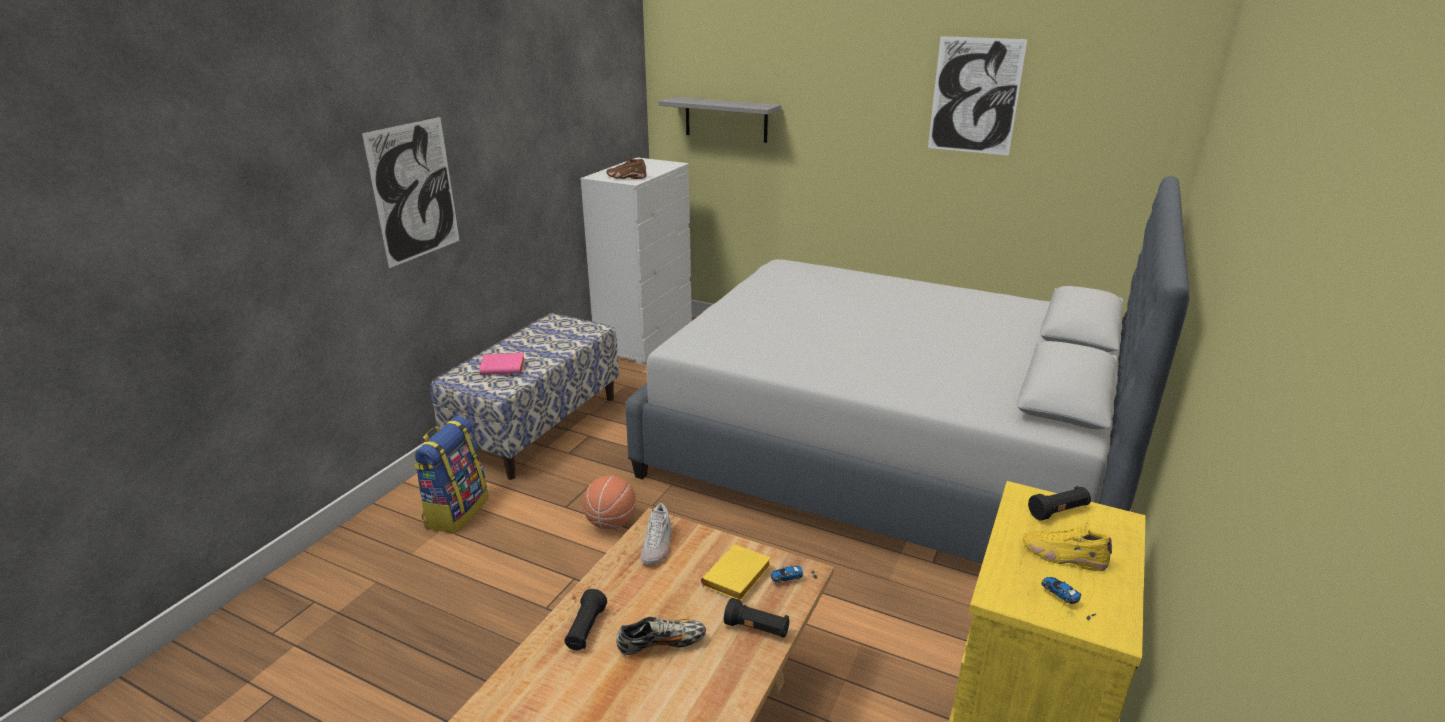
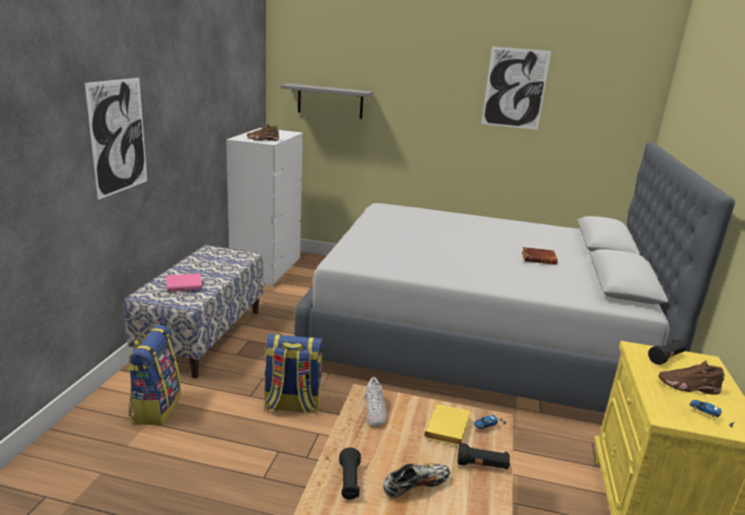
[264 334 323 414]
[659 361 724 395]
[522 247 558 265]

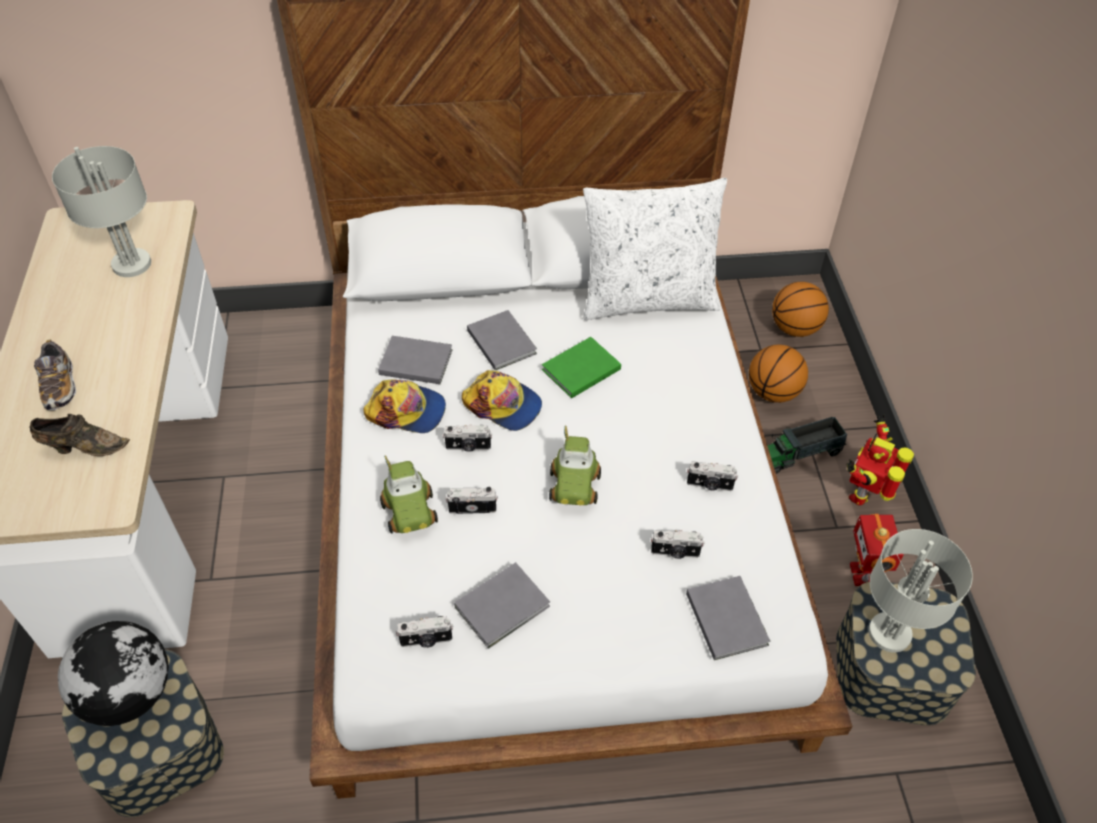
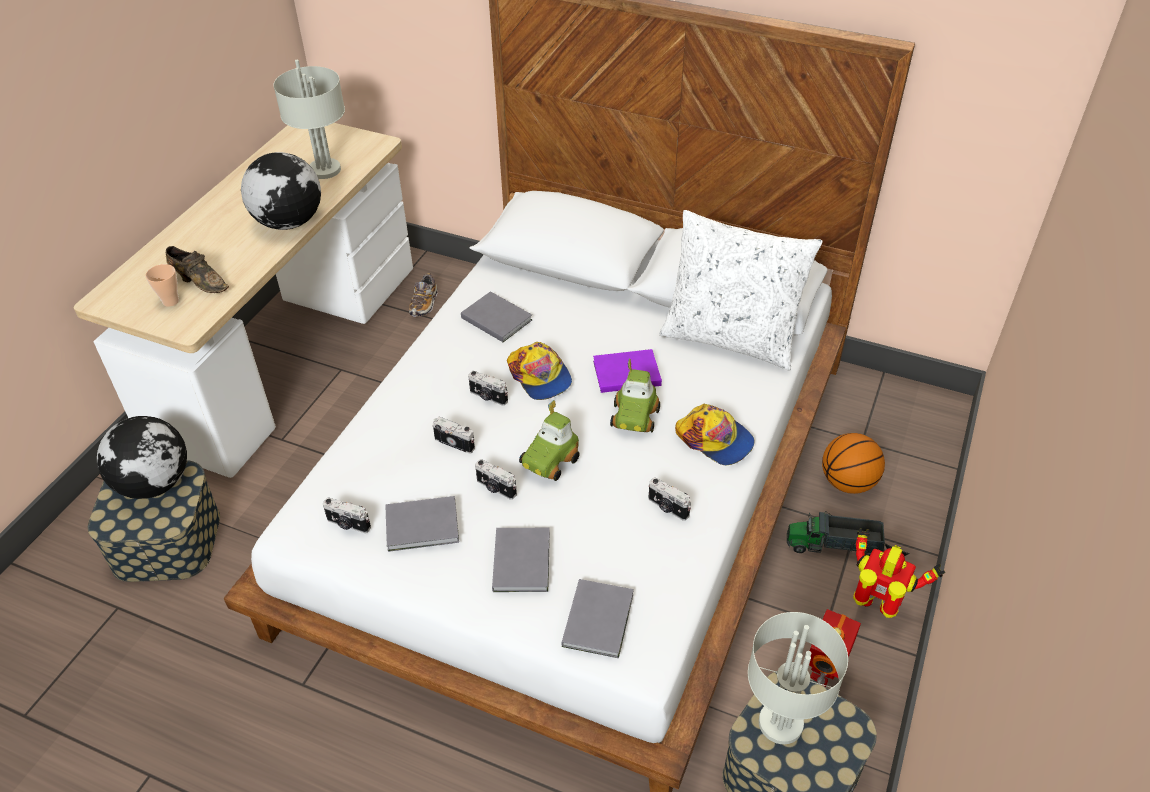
[409 273 438 317]
[675 404 755 465]
[610 359 660 433]
[492 528 550 592]
[593 349 662 393]
[475 459 517 500]
[772 282 829 337] (first image)
[853 528 945 618]
[145 264 179 307]
[241 152 321 230]

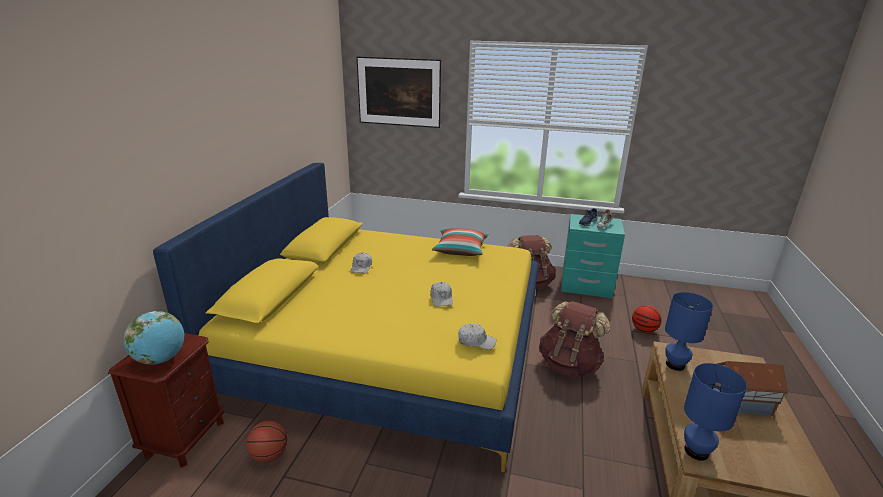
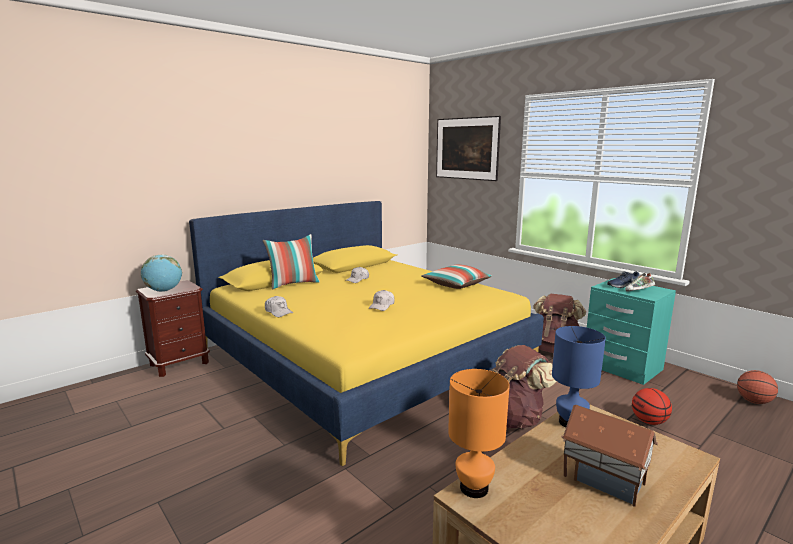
[737 370 778 404]
[265 296 293 317]
[448 369 510 498]
[263 234 320 290]

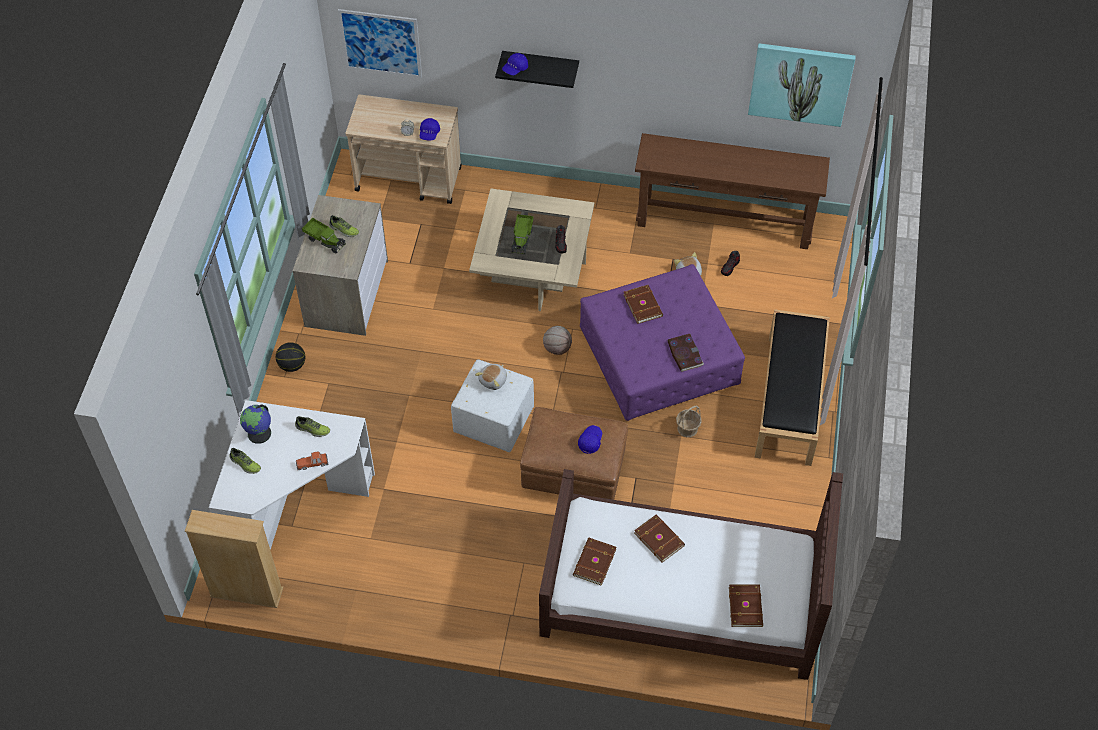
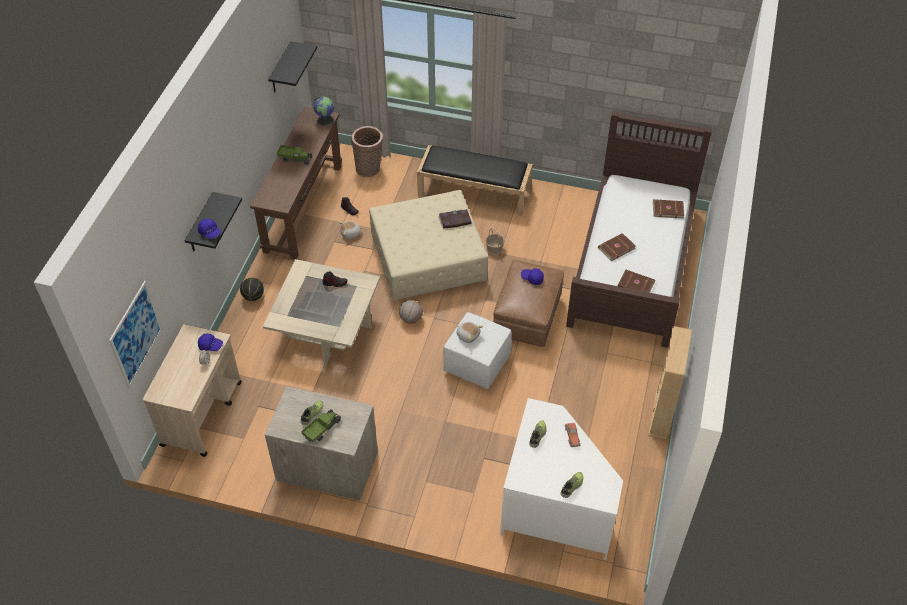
[648 326 692 440]
[314 97 334 126]
[240 278 264 301]
[277 145 313 165]
[369 190 489 301]
[623 285 663 324] (first image)
[268 41 317 92]
[352 126 383 177]

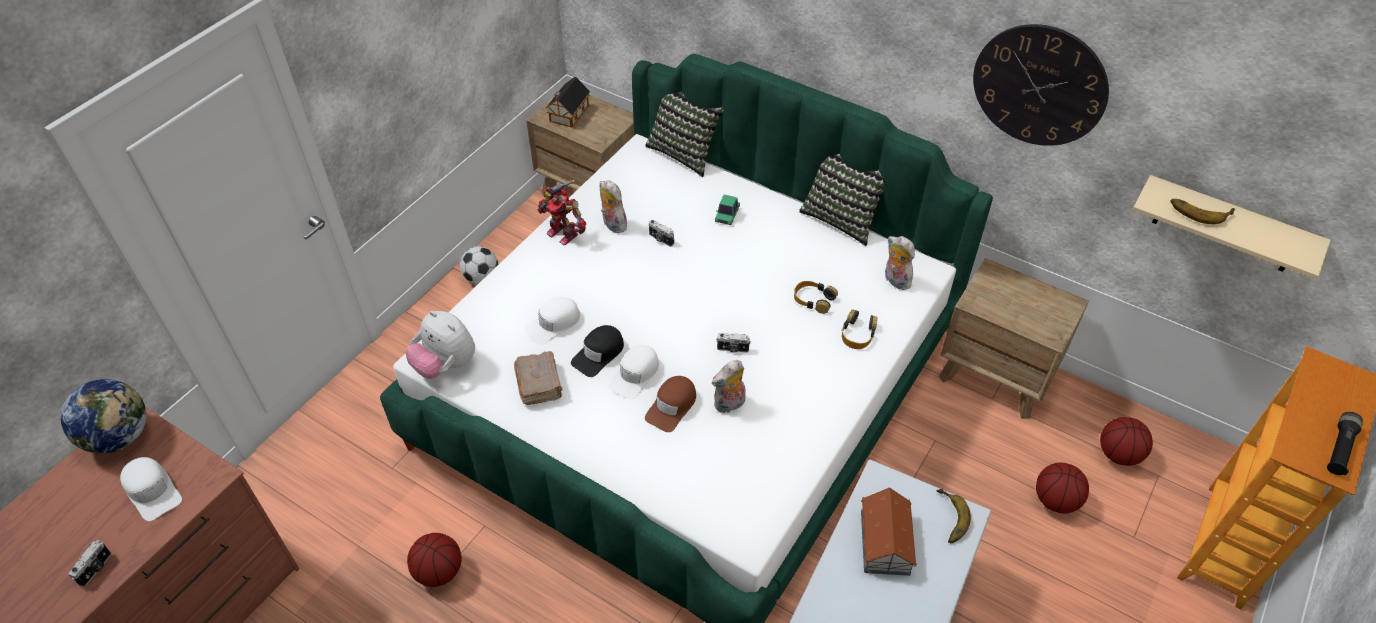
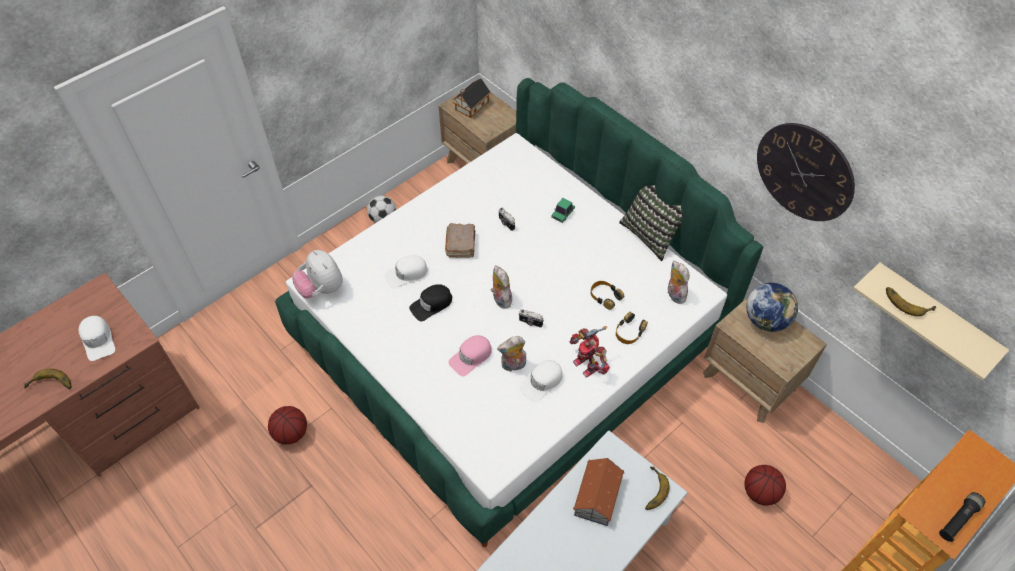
[746 283 798 332]
[24 369 72 390]
[445 223 475 258]
[569 326 610 377]
[491 265 512 308]
[519 360 562 403]
[645 92 723 177] (first image)
[448 335 492 376]
[1100 417 1153 466] (first image)

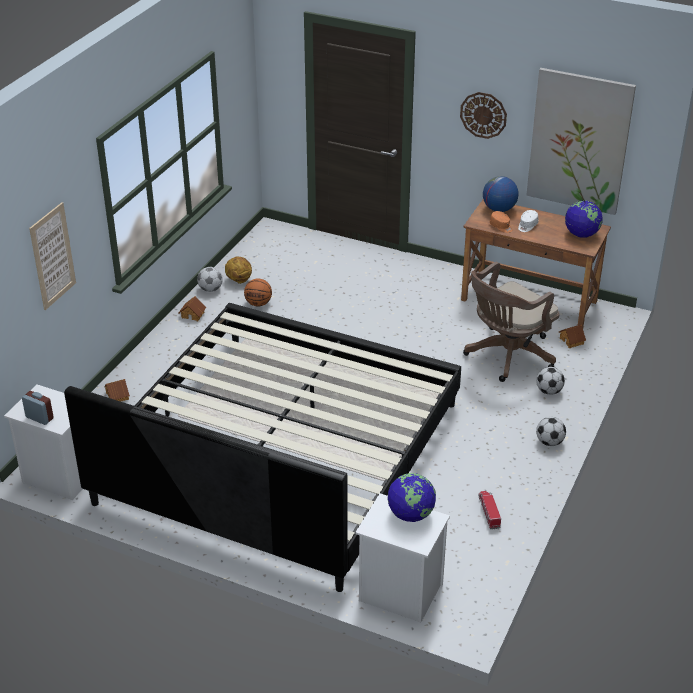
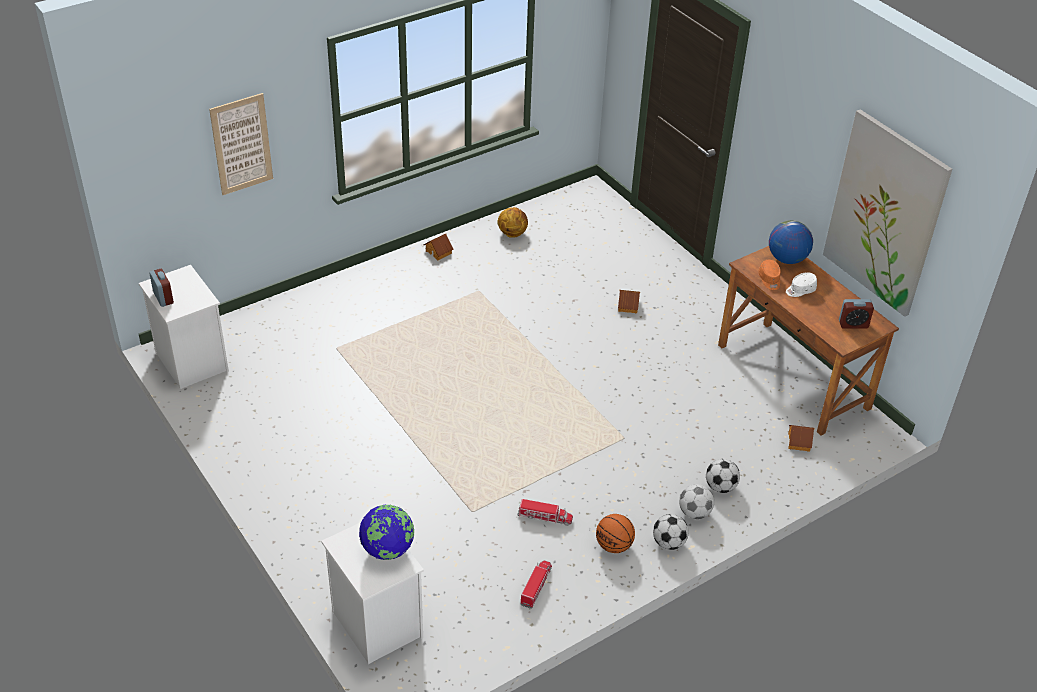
[64 303 461 592] (first image)
[618 290 640 313]
[679 484 714 519]
[596 514 635 553]
[460 92 507 139] (first image)
[463 262 560 382] (first image)
[839 299 874 329]
[517 499 573 526]

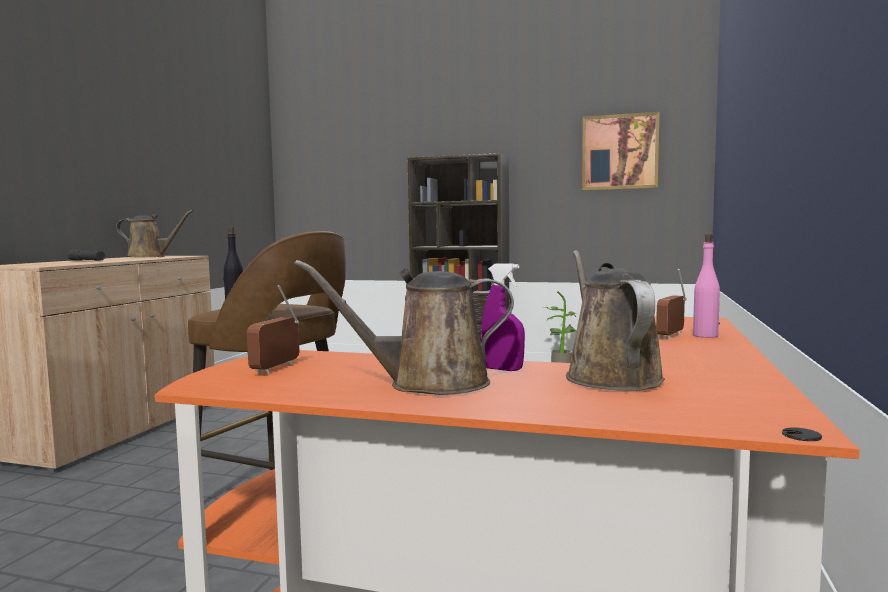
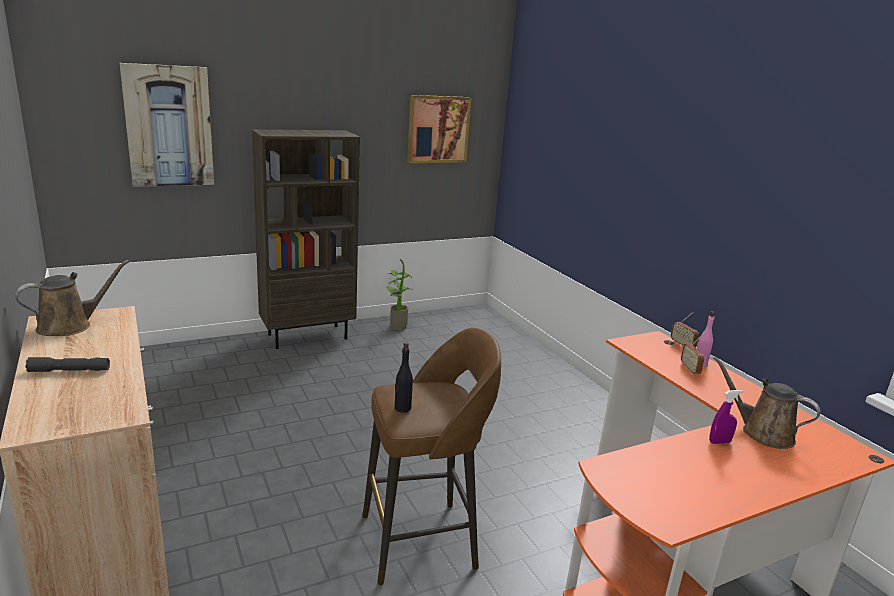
[671 312 699 348]
[294 260 514 395] (first image)
[120 63 214 187]

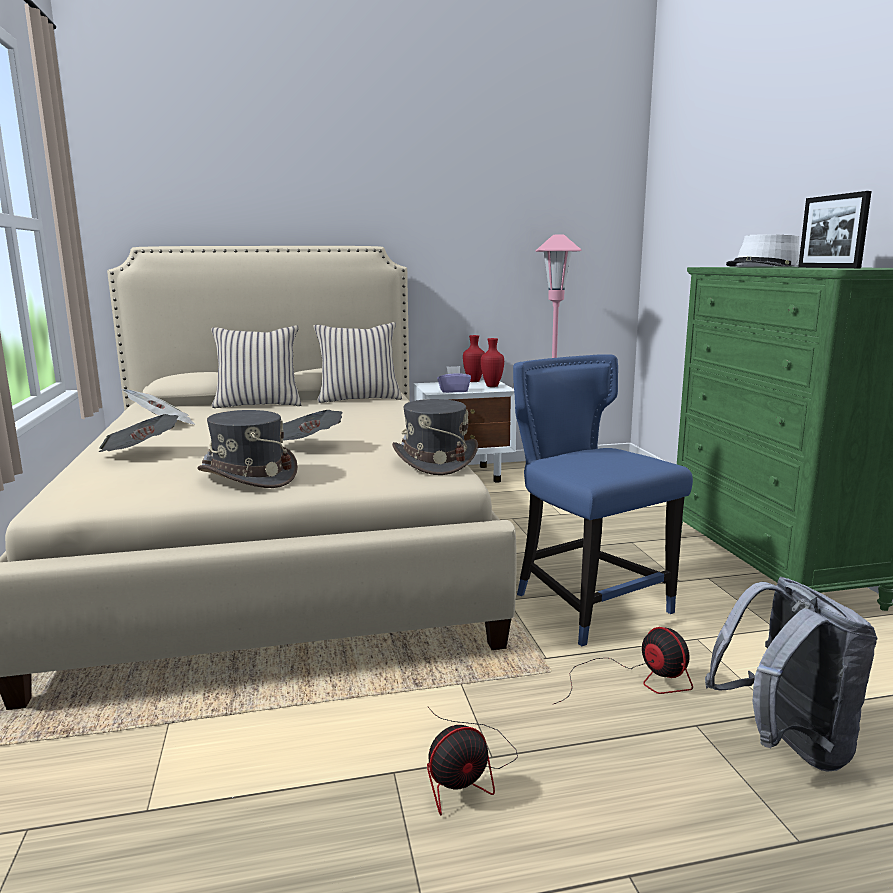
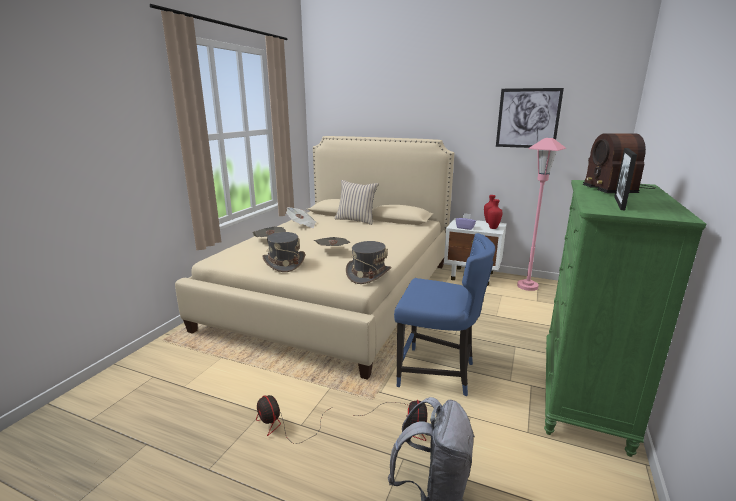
[314 322 402 403] (first image)
[256 395 333 444]
[394 233 495 397]
[583 133 656 193]
[496 88 564 148]

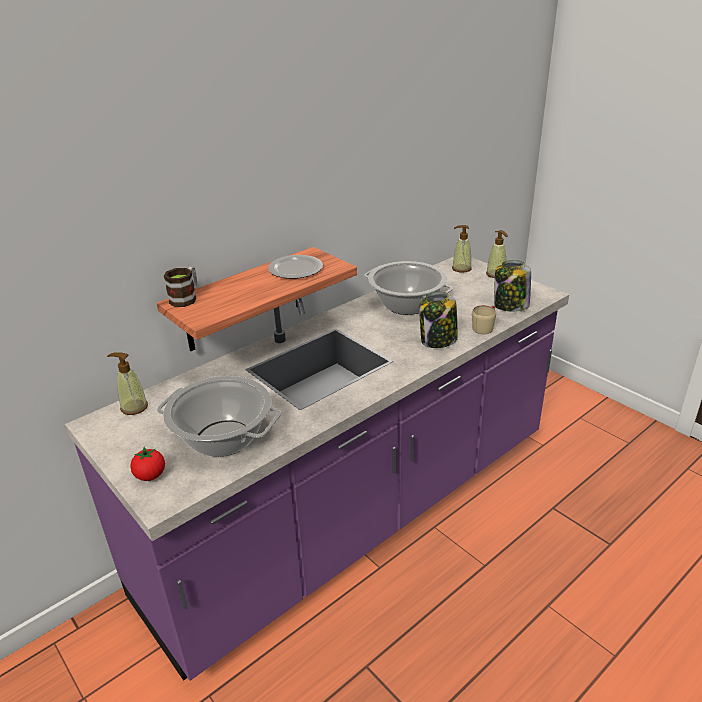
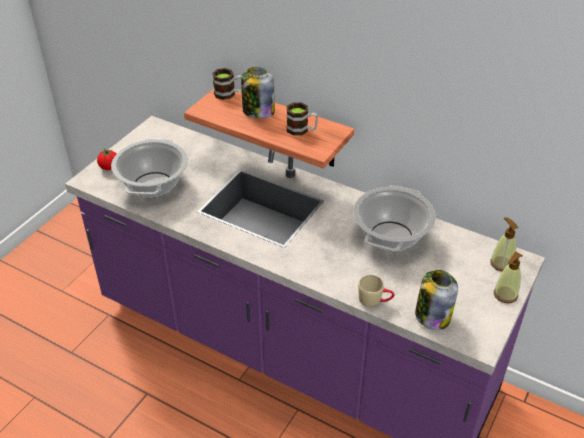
[107 352 148 415] (first image)
[287 102 318 135]
[241 67 275 119]

